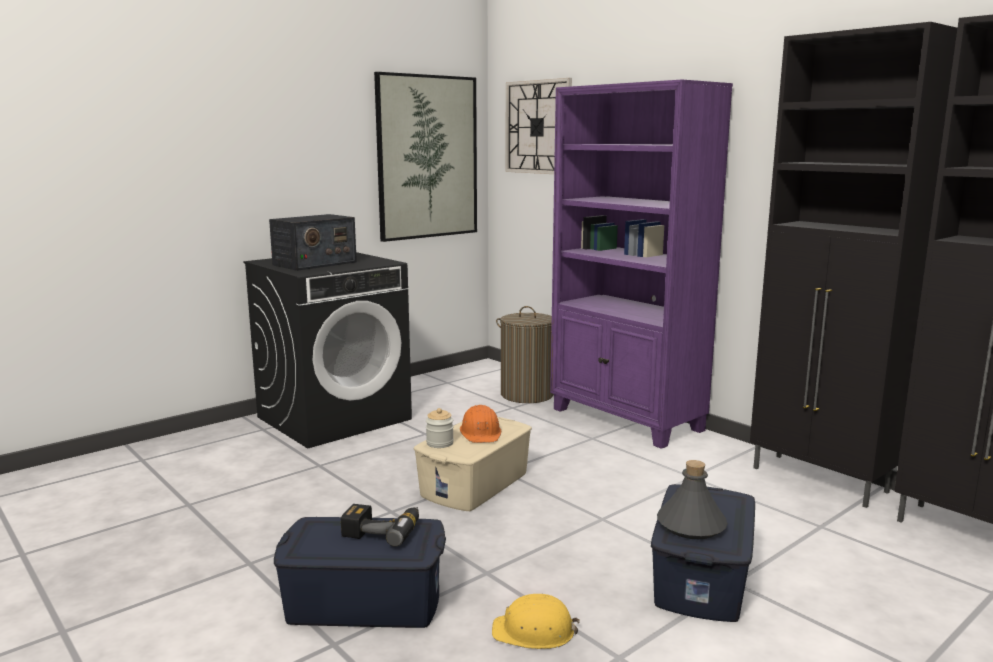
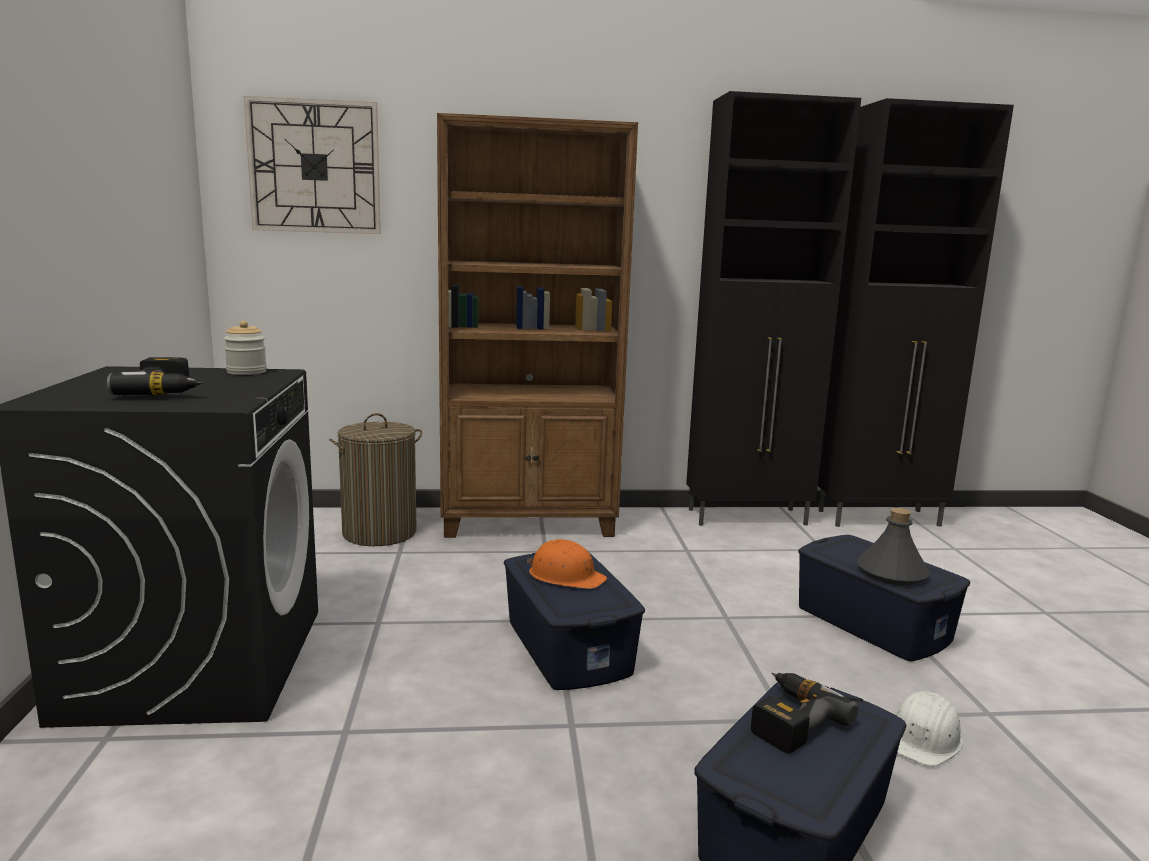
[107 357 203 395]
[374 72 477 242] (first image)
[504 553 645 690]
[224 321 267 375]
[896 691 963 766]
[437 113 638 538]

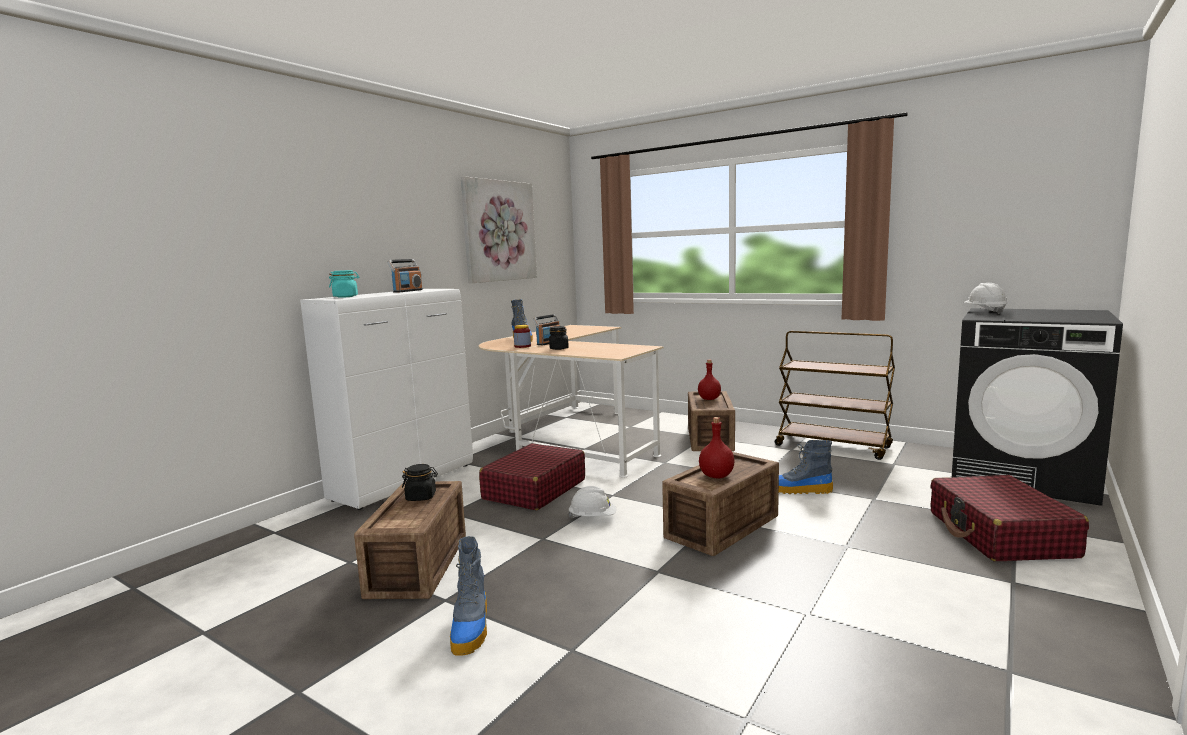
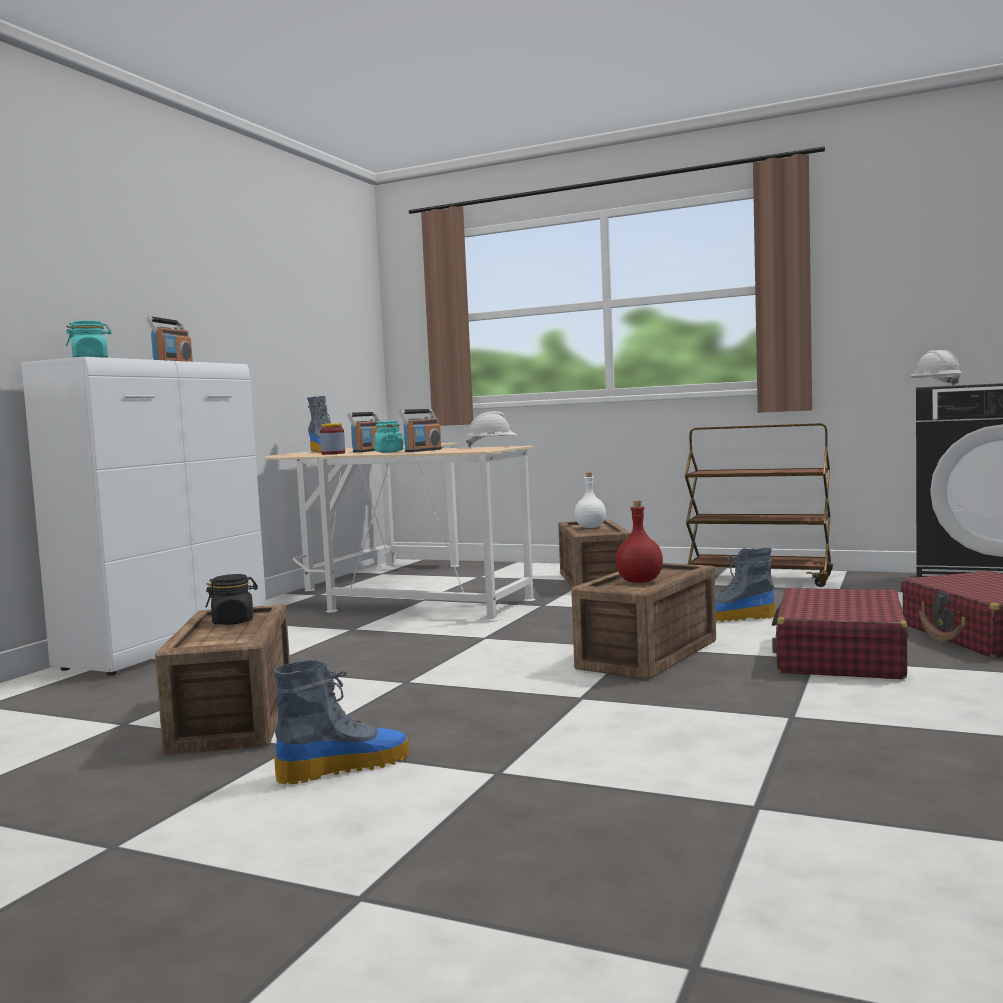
[274 660 409 784]
[461 176 537 283] (first image)
[772 588 908 679]
[374 421 403 453]
[466 411 518 447]
[574 473 606 528]
[399 409 442 452]

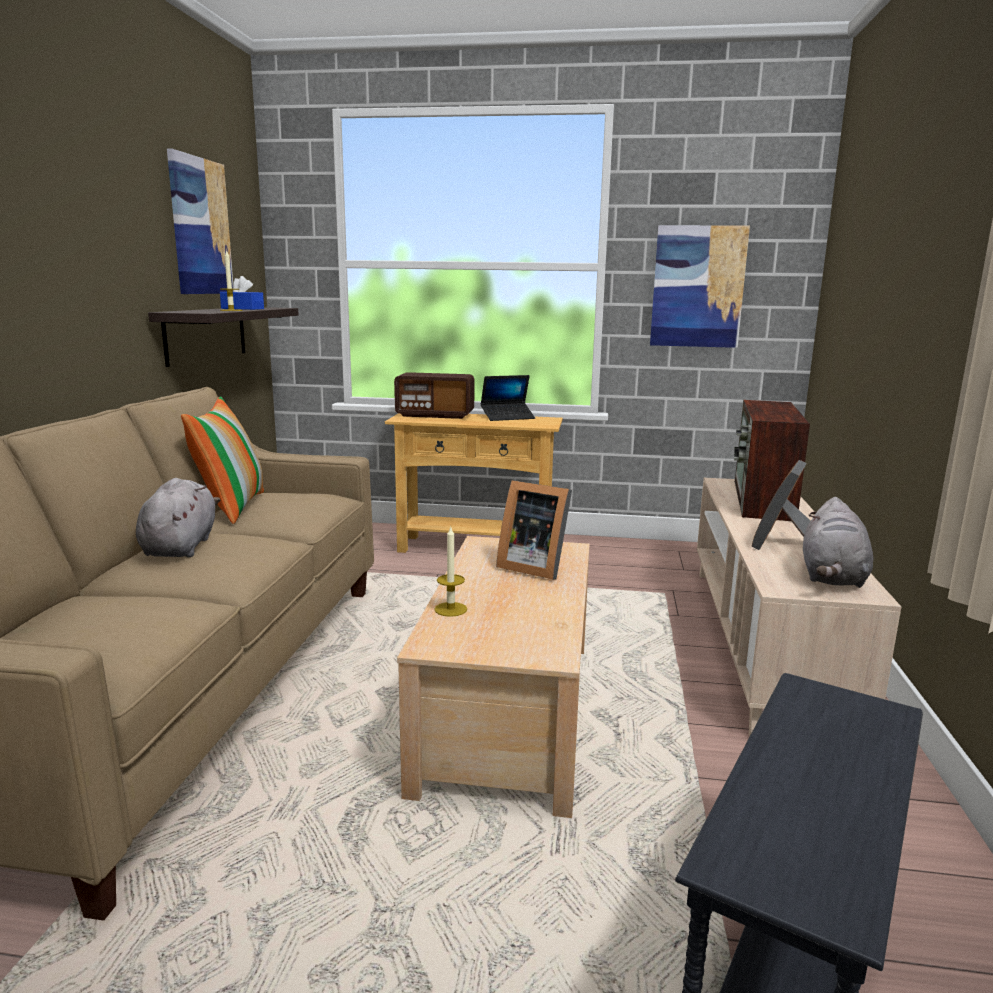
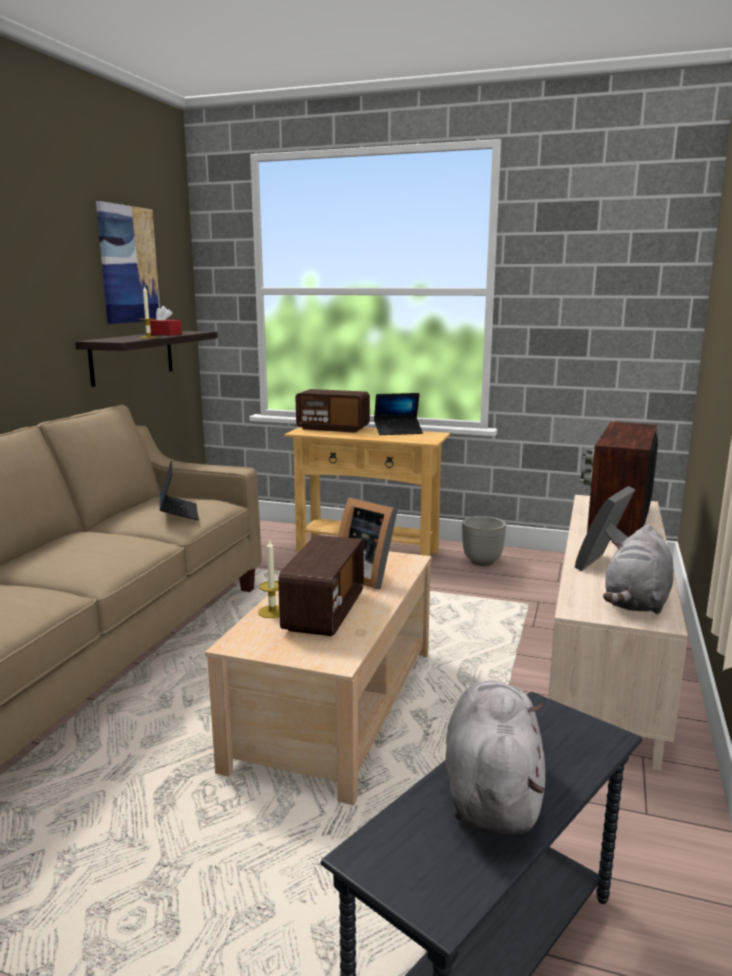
[446 681 545 836]
[181 396 264 524] (first image)
[145 306 182 336]
[650 225 750 348] (first image)
[160 460 199 520]
[278 535 364 636]
[462 516 506 566]

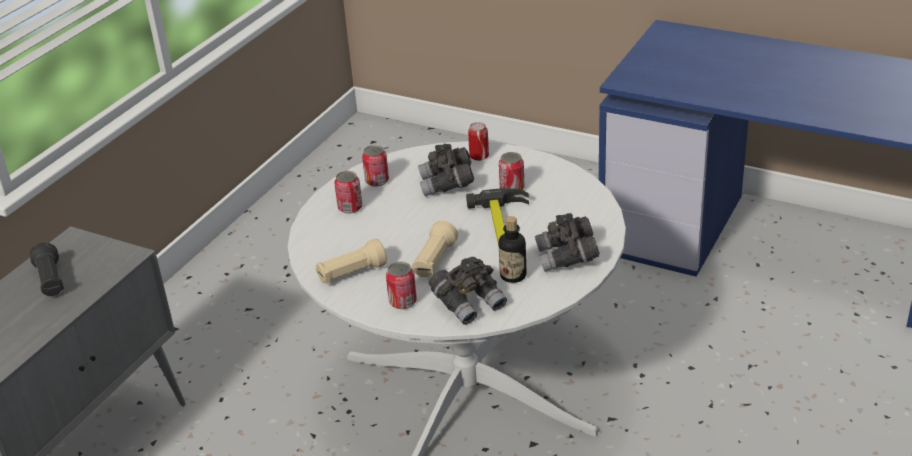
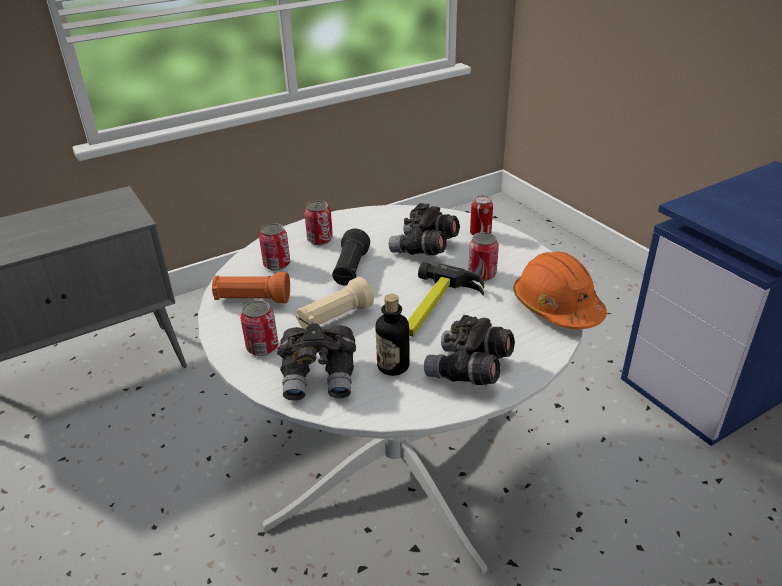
[332 229 370 285]
[212 272 290 303]
[259 223 290 271]
[513 251 607 329]

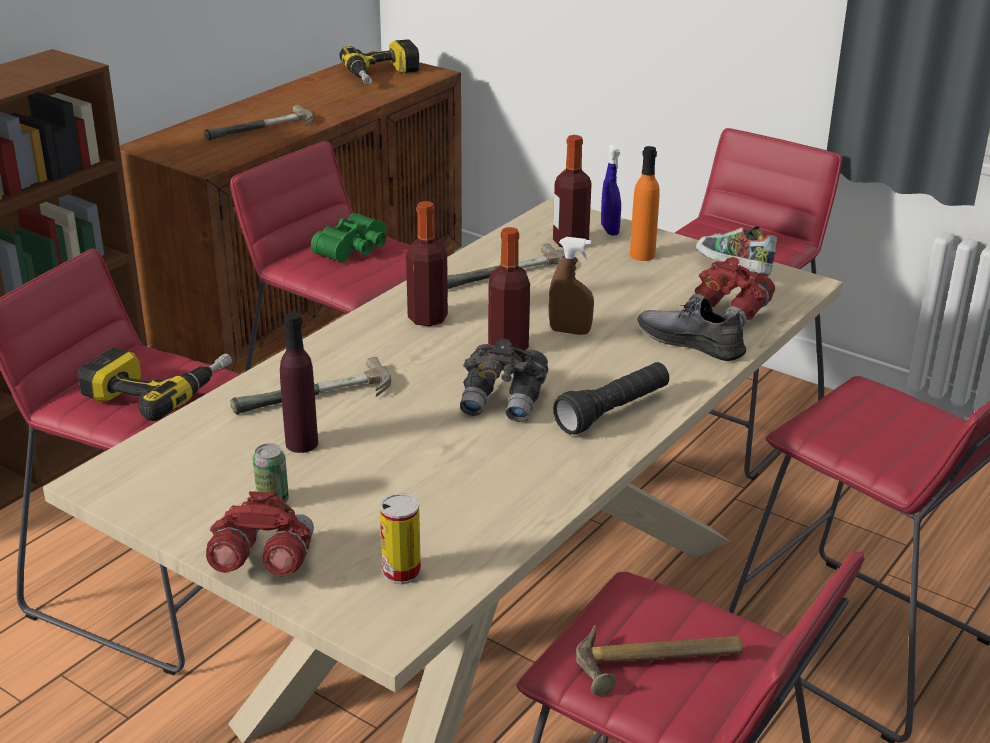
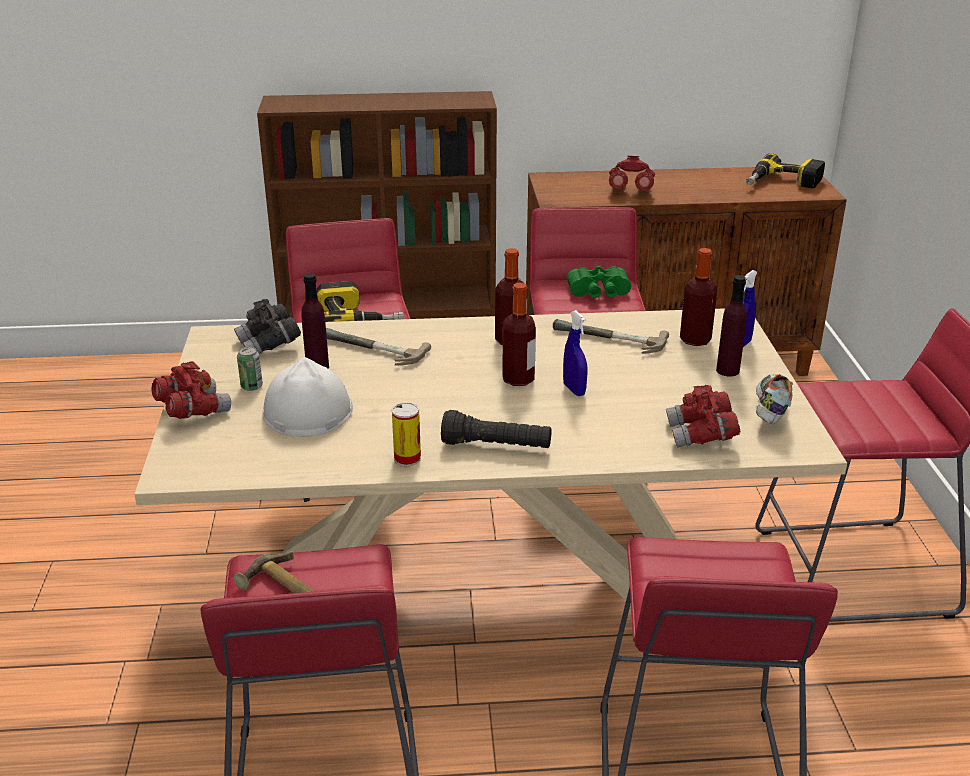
[609 156 655 191]
[392 402 421 466]
[234 299 301 354]
[563 310 588 396]
[716 275 747 377]
[637 298 746 361] (first image)
[262 357 353 437]

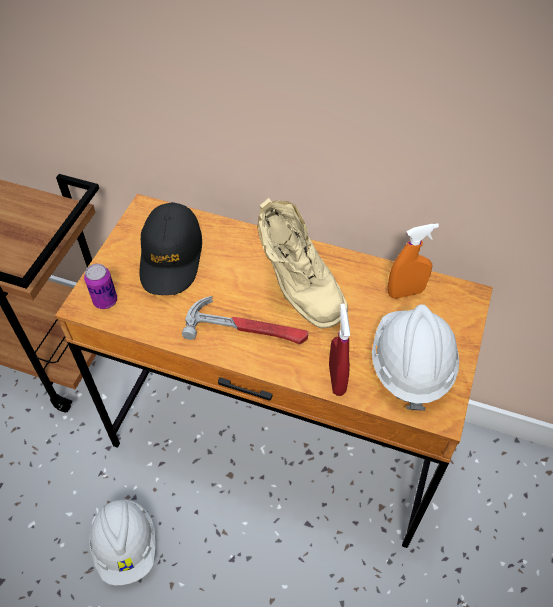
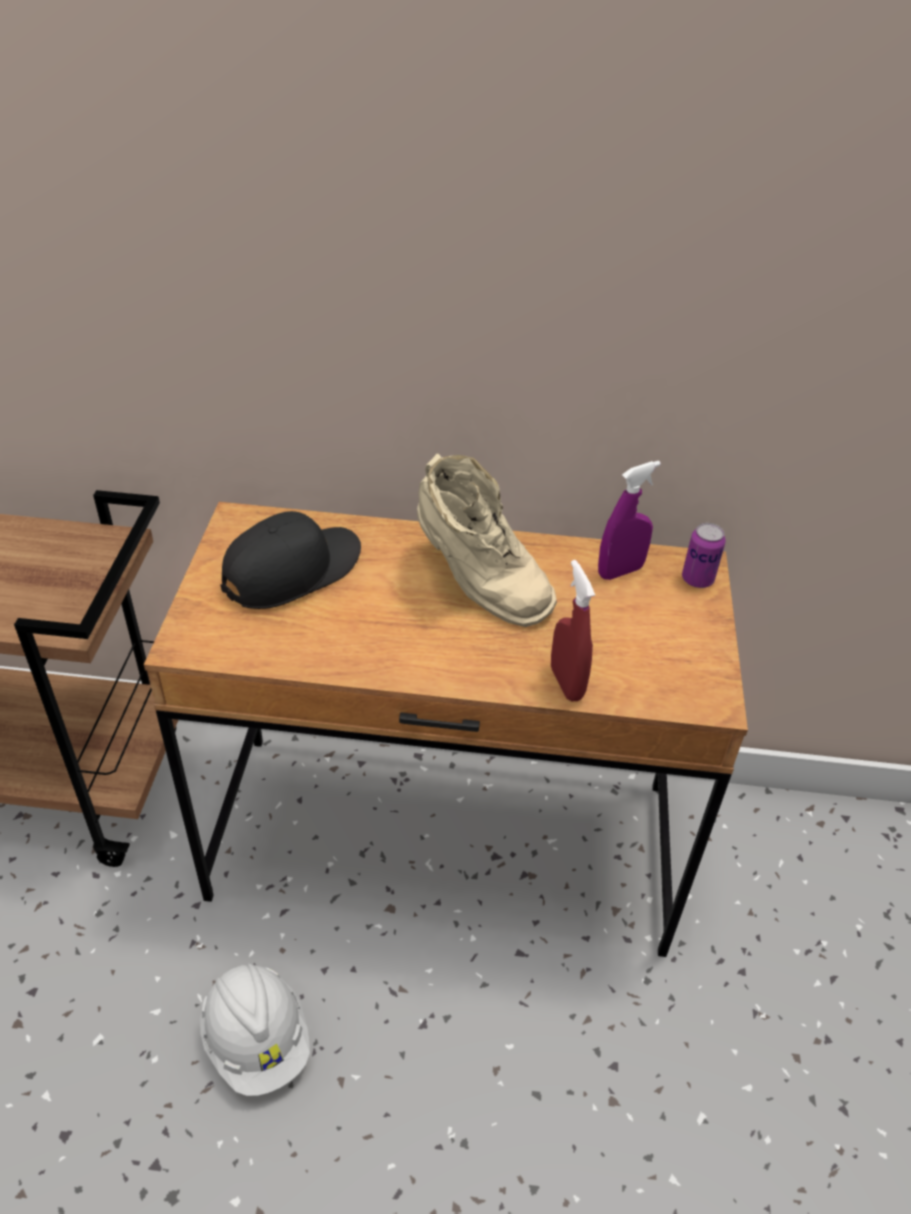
[682 523 726 588]
[221 511 361 609]
[182 296 308 344] (first image)
[372 305 459 411] (first image)
[598 461 661 580]

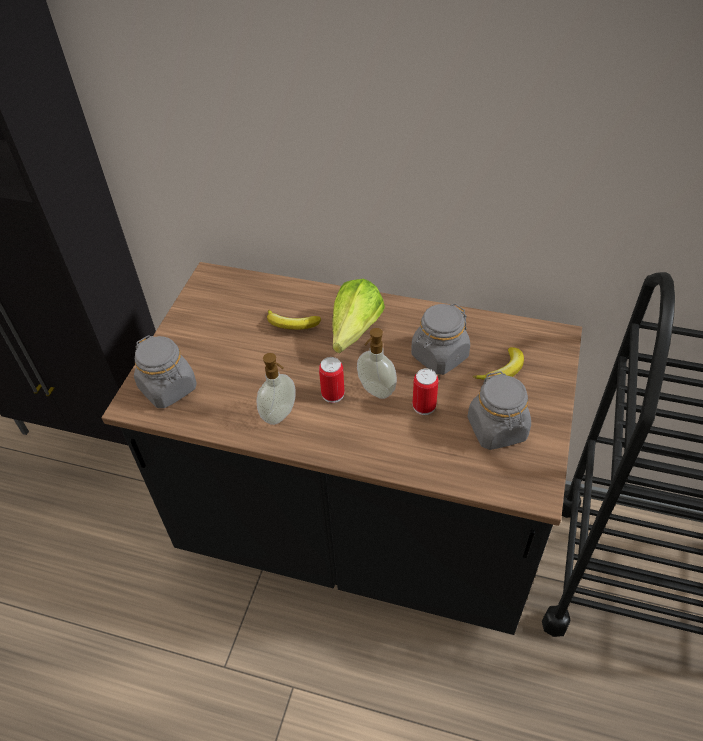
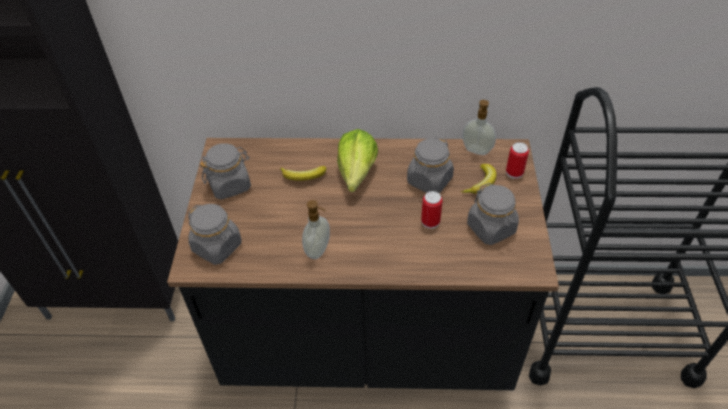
[506 142 529 179]
[462 100 496 155]
[200 143 251 200]

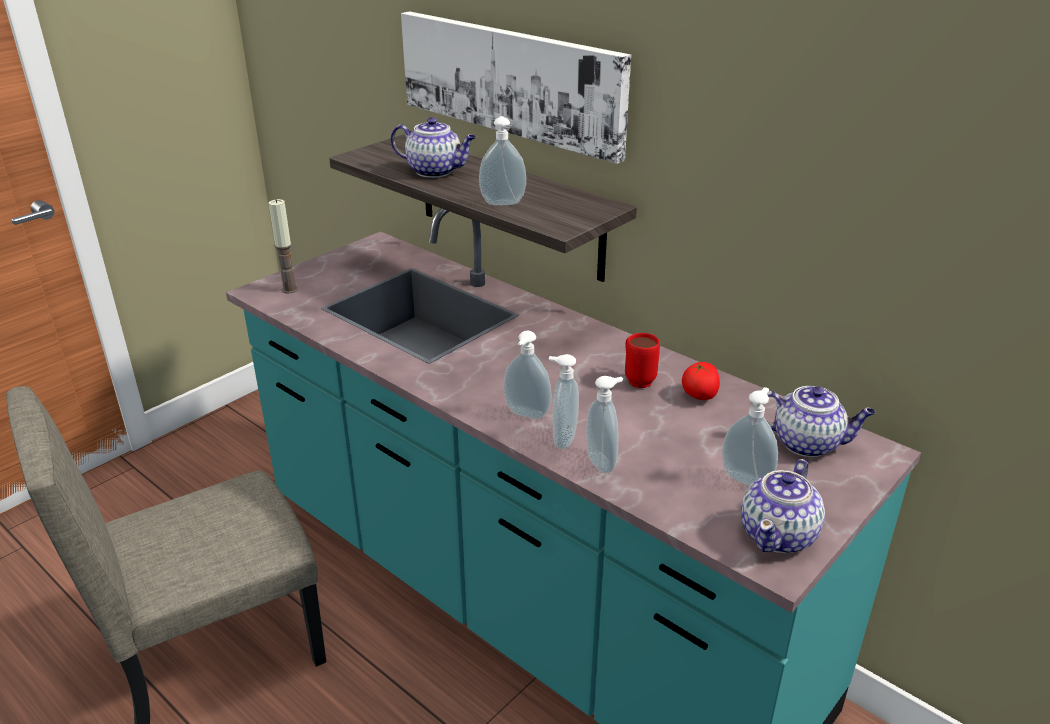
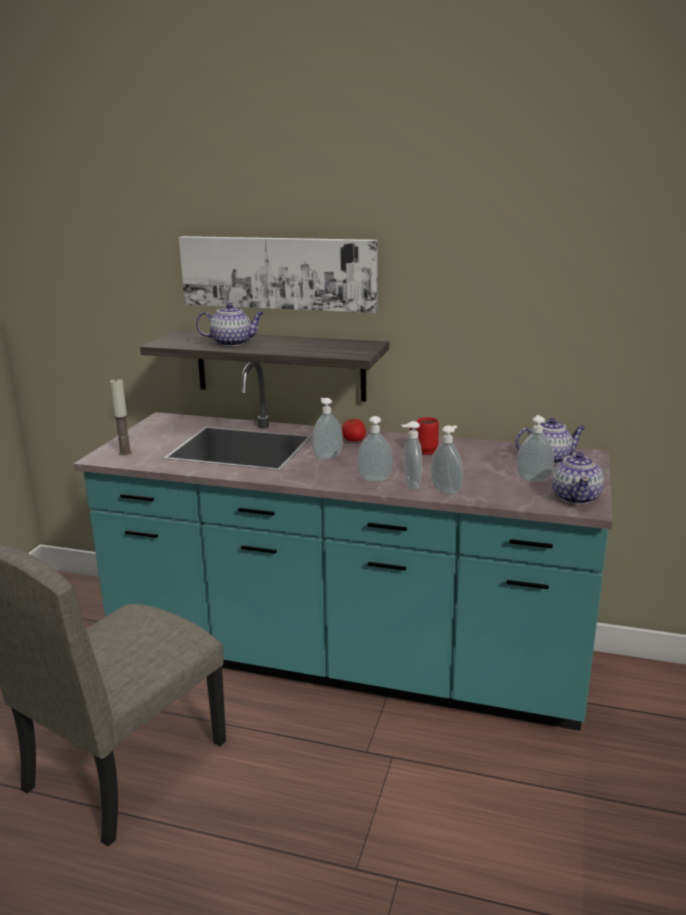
[312 398 343 460]
[342 419 366 441]

